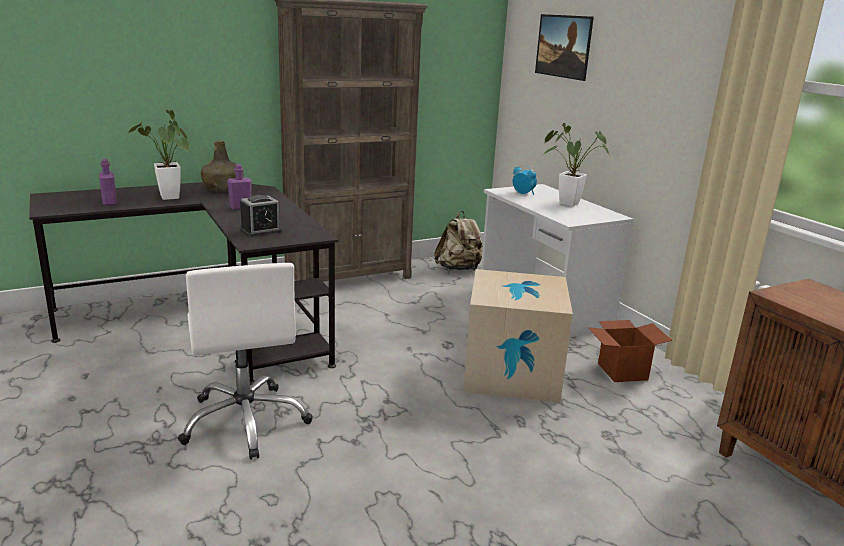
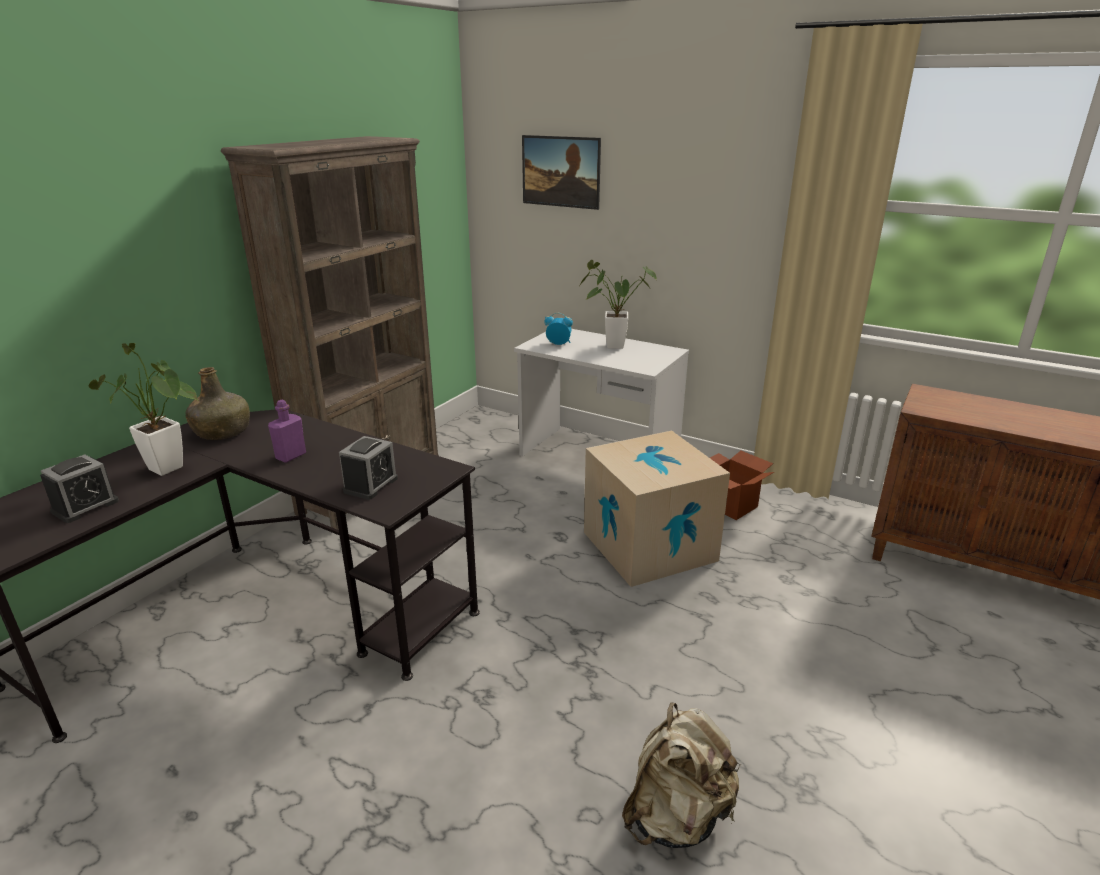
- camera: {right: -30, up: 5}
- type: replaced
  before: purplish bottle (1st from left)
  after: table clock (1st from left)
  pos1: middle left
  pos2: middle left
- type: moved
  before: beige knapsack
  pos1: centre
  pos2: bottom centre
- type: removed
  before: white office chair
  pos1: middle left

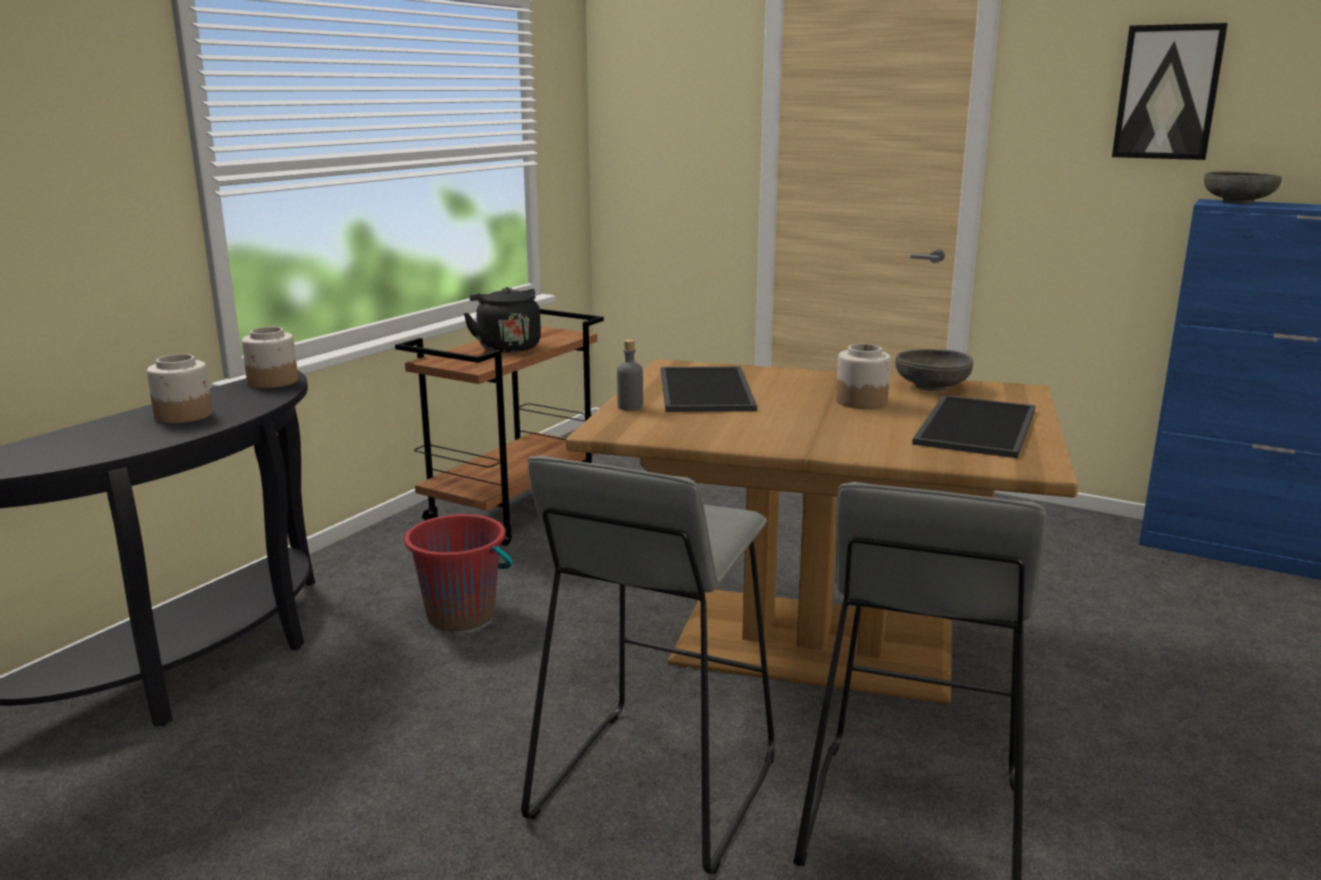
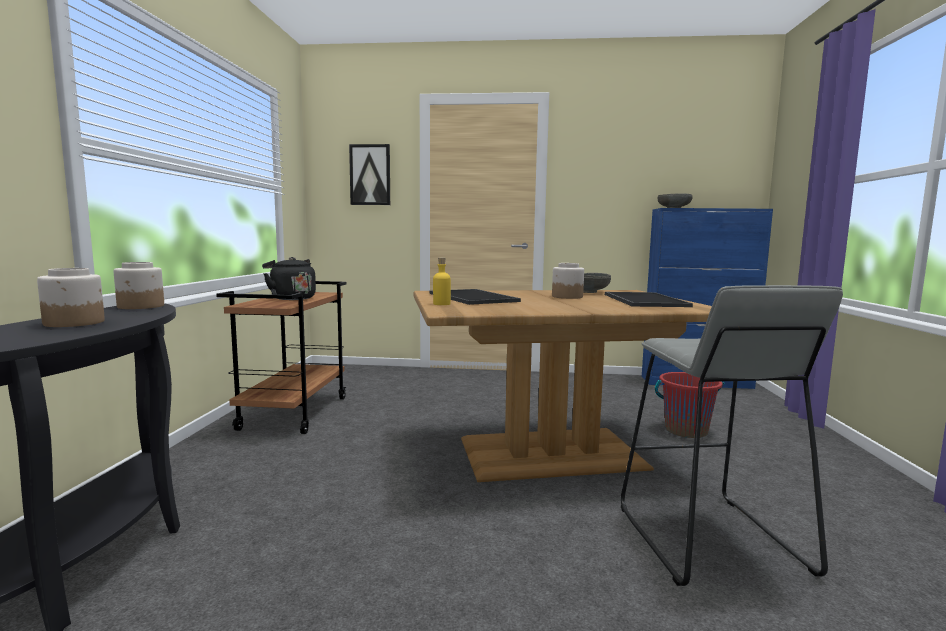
- camera: {right: -25, up: -10}
- type: moved
  before: wall art
  pos1: top right
  pos2: top centre
- type: recoloured
  before: greyish bottle
  after: yellowish bottle
  pos1: centre
  pos2: centre
- type: removed
  before: greyish stool (1st from left)
  pos1: bottom centre
- type: moved
  before: red water bucket
  pos1: centre
  pos2: middle right

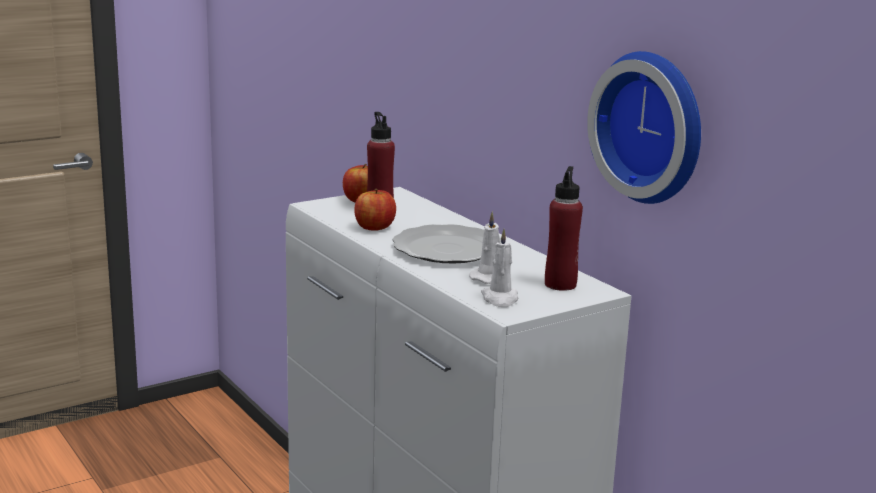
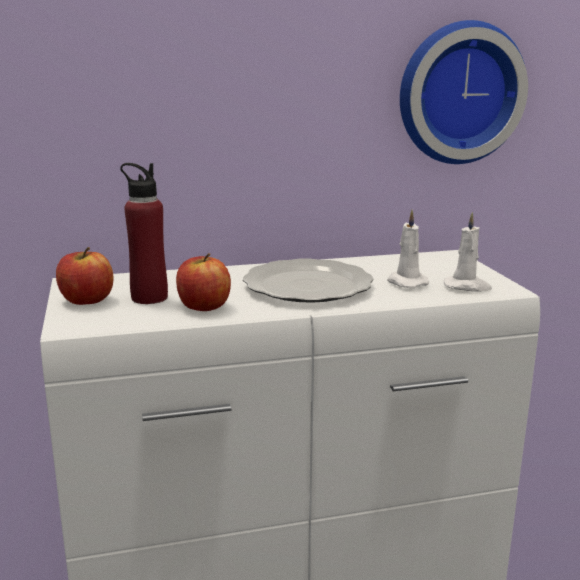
- camera: {right: -70, up: 0}
- type: removed
  before: red bottle (2nd from left)
  pos1: centre

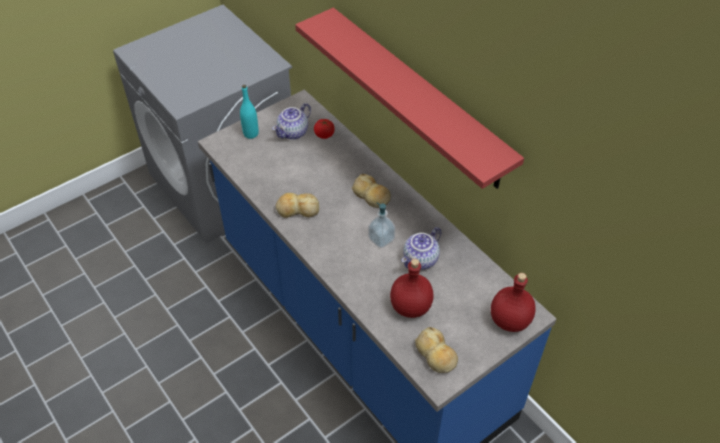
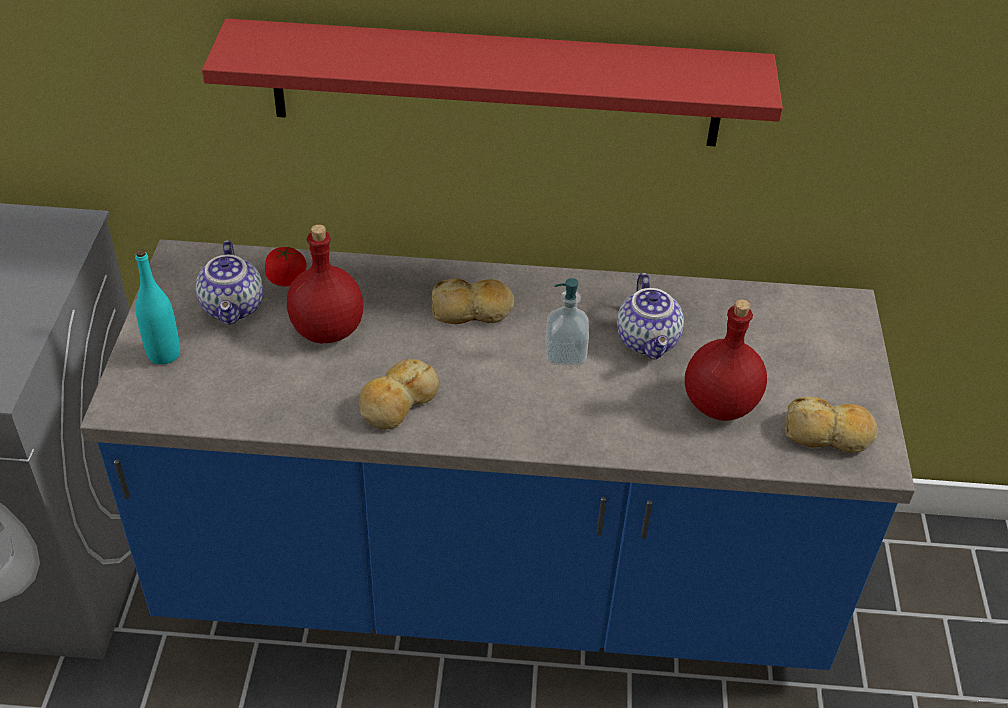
- camera: {right: -50, up: -5}
- type: moved
  before: red bottle (2nd from left in the first image)
  after: red bottle (1st from left)
  pos1: bottom right
  pos2: middle left

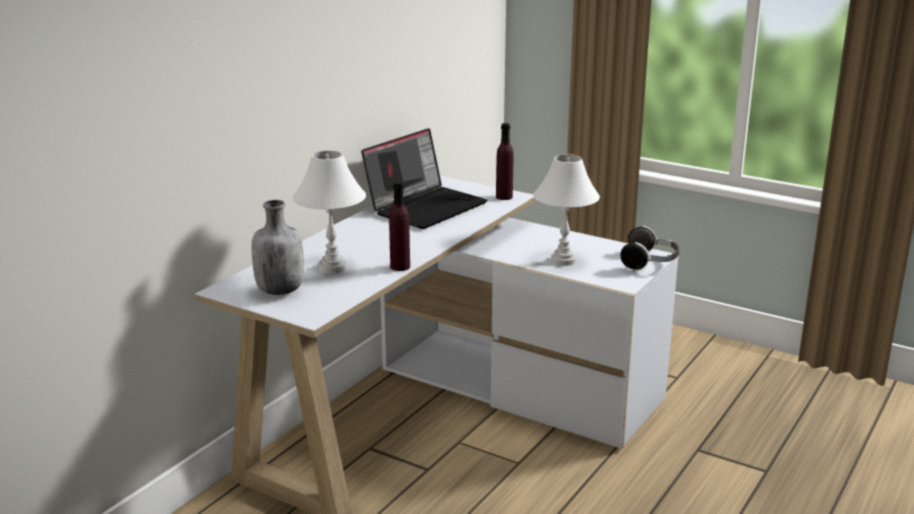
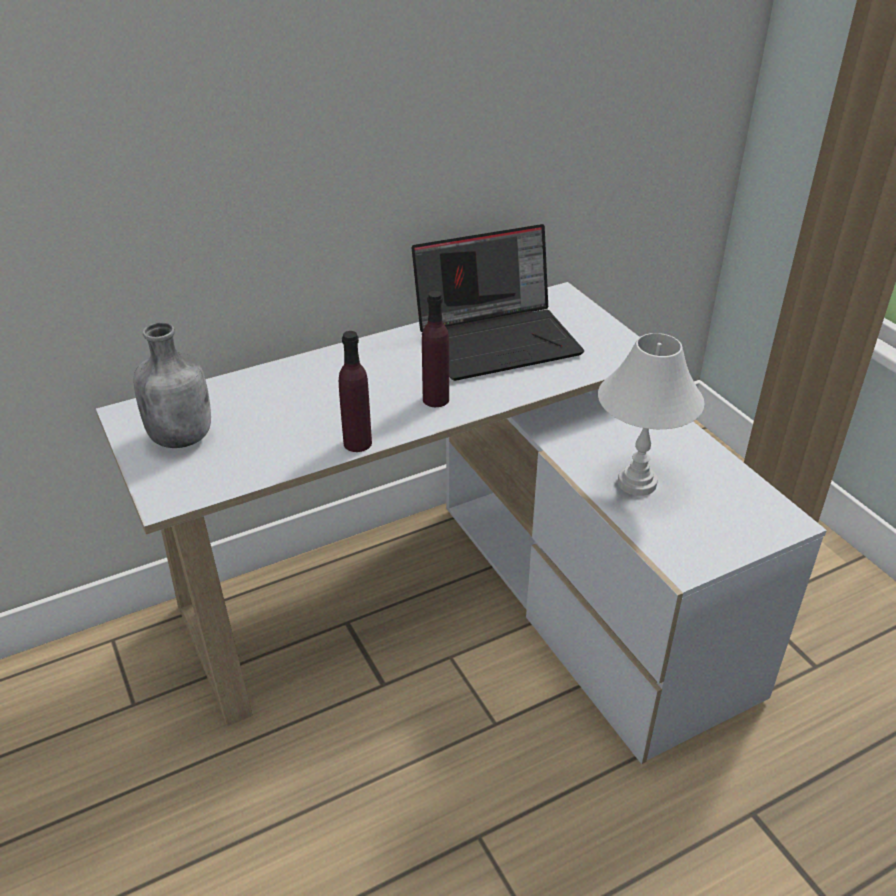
- camera: {right: 30, up: 15}
- type: moved
  before: purplish bottle (2nd from left)
  pos1: top centre
  pos2: centre
- type: removed
  before: white tabletop lamp (1st from left)
  pos1: centre
- type: removed
  before: pair of headphones
  pos1: middle right

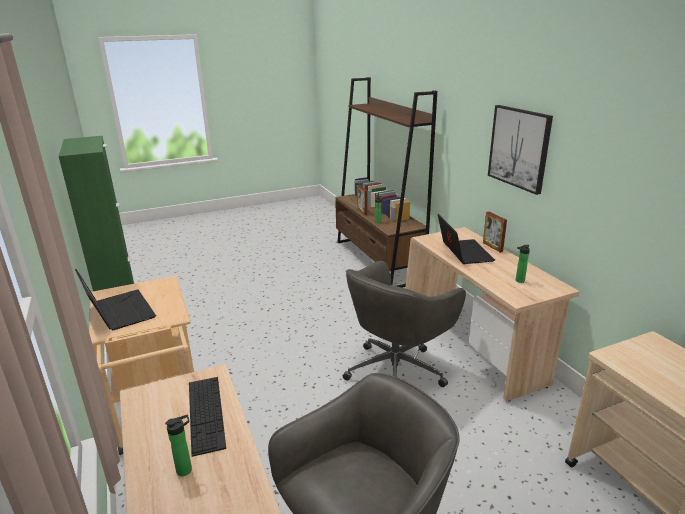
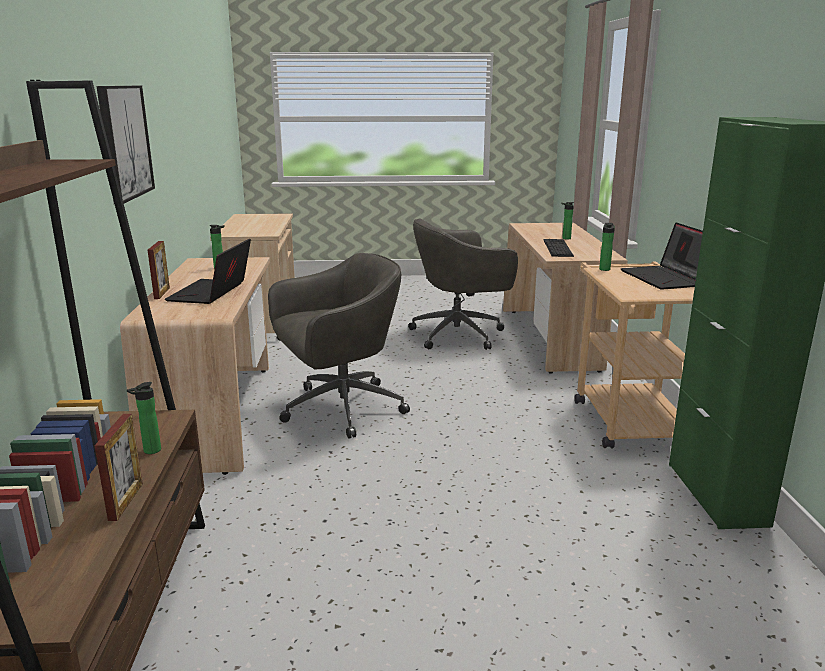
- camera: {right: -160, up: -5}
- type: added
  after: bottle (4th from left)
  pos2: middle right

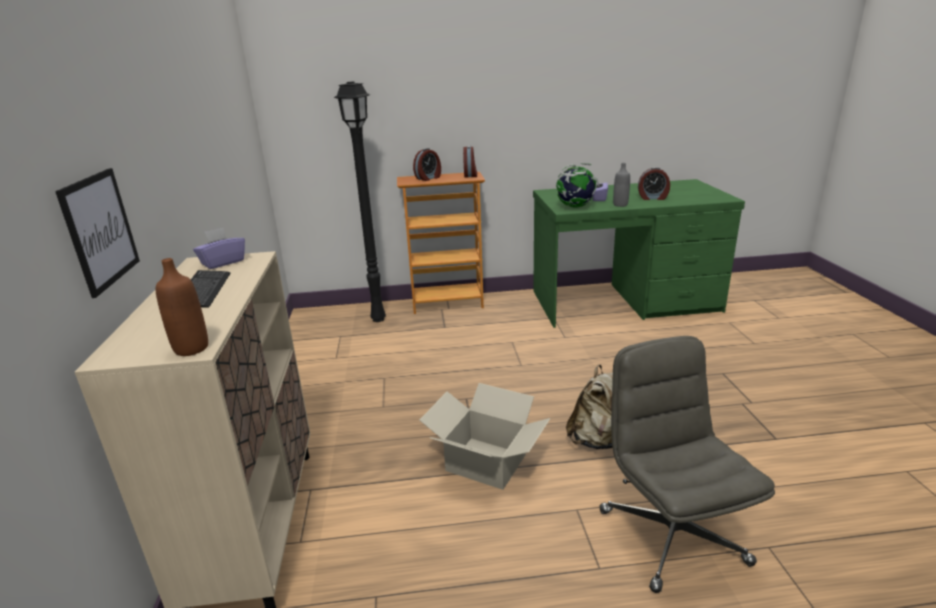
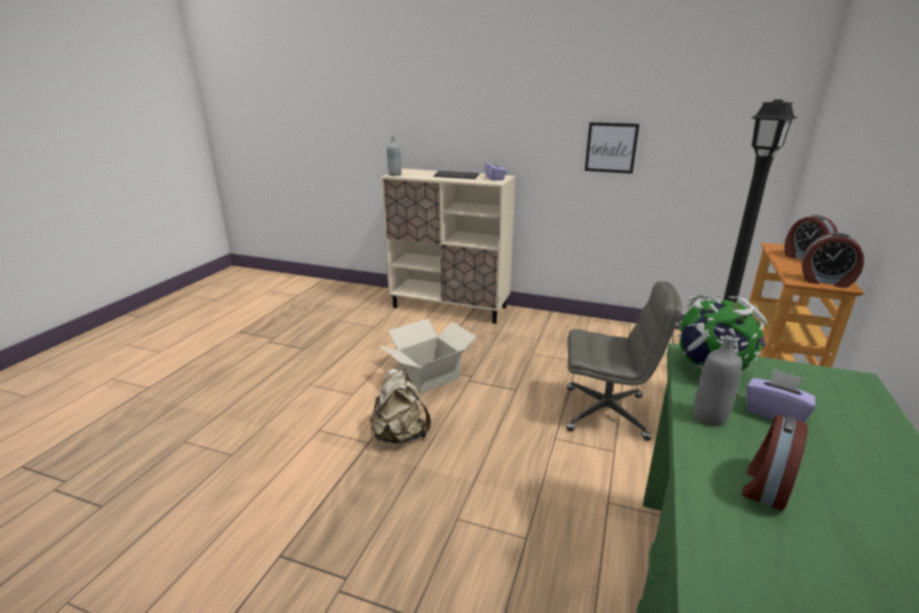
- camera: {right: 115, up: 0}
- type: moved
  before: wall art
  pos1: middle left
  pos2: top centre
- type: recoloured
  before: brown-coloured bottle
  after: greyish bottle (1st from left)
  pos1: middle left
  pos2: top centre
- type: moved
  before: greyish office chair
  pos1: bottom right
  pos2: middle right

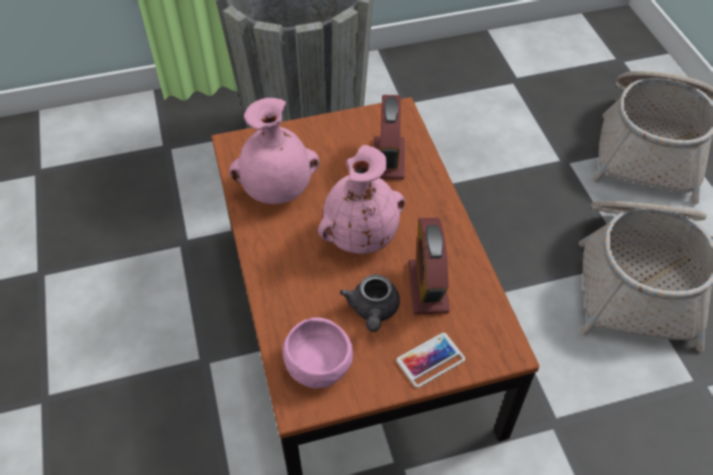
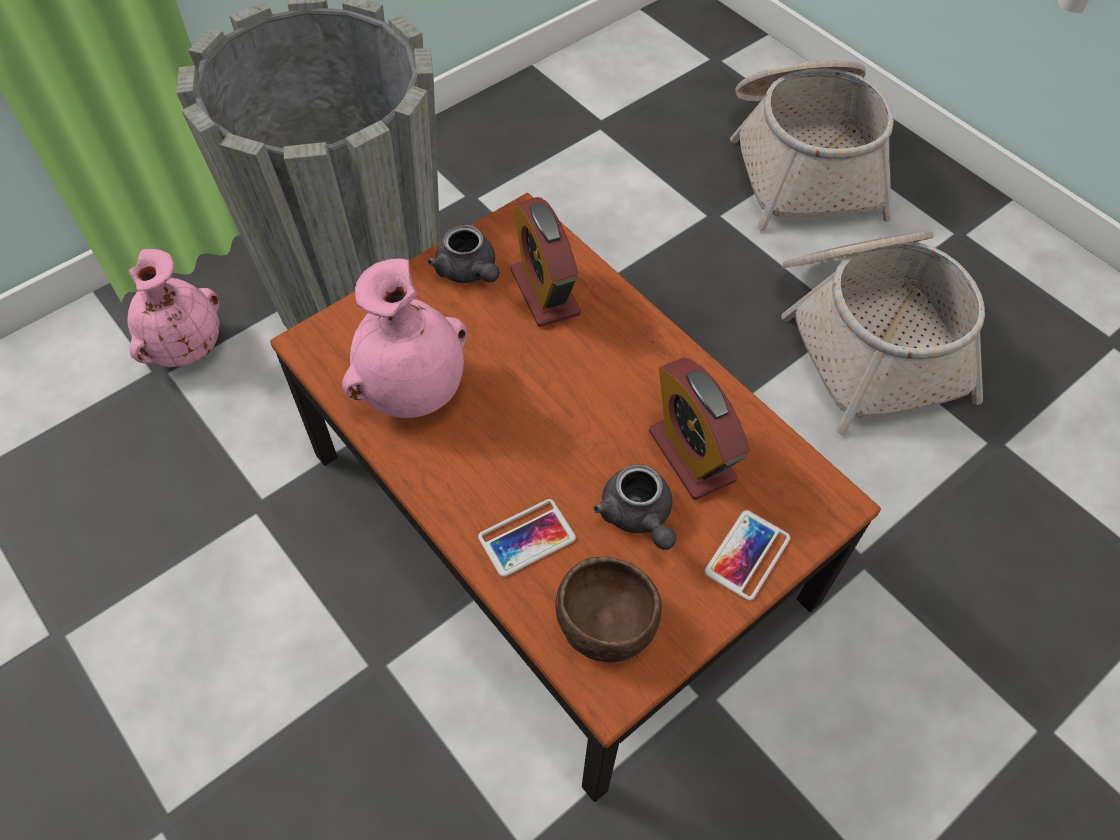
- camera: {right: -25, up: 5}
- type: moved
  before: pinkish decorative vase (2nd from left in the first image)
  after: pinkish decorative vase (1st from left)
  pos1: centre
  pos2: middle left
- type: recoloured
  before: pinkish bowl
  after: brown-coloured bowl
  pos1: bottom centre
  pos2: bottom centre
- type: added
  after: greyish pot for tea (1st from left)
  pos2: top centre
- type: added
  after: handset (1st from left)
  pos2: centre

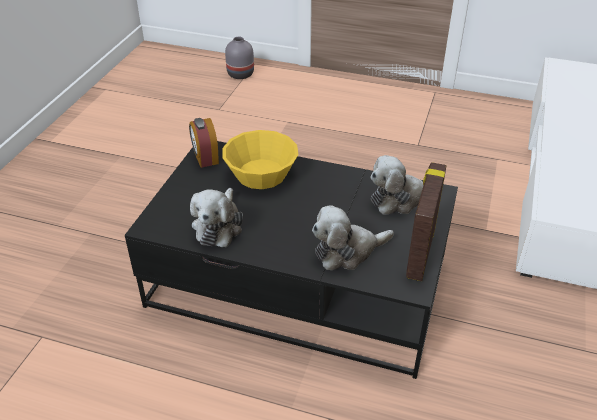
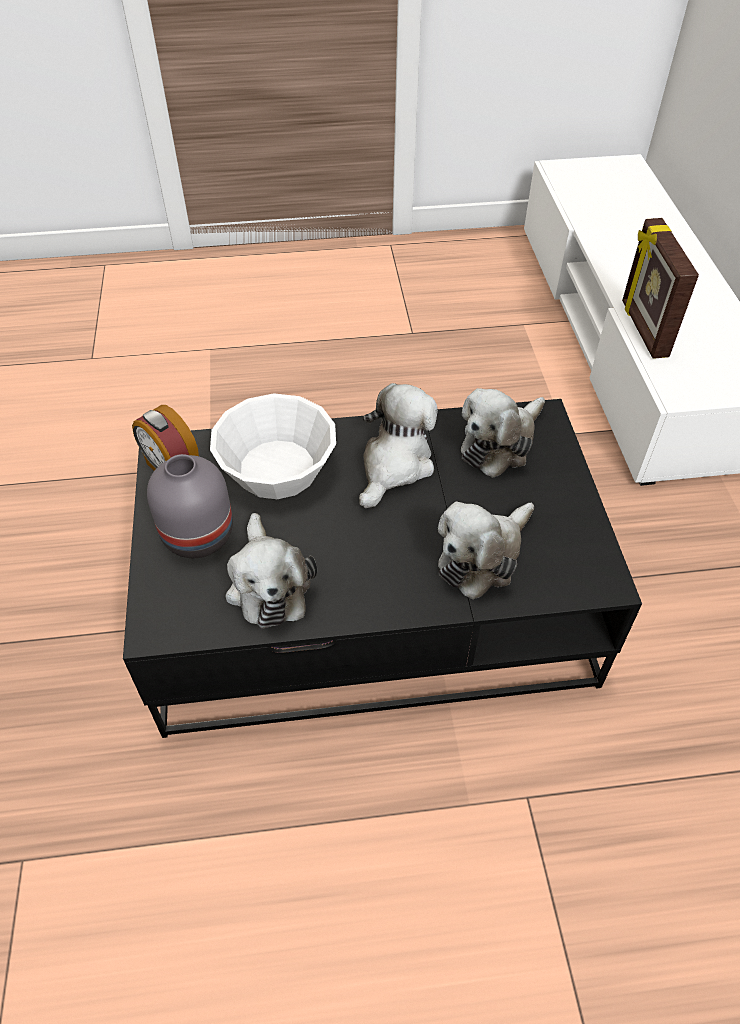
- camera: {right: -25, up: 10}
- type: moved
  before: greyish decorative vase
  pos1: top centre
  pos2: middle left
- type: recoloured
  before: yellowish bowl
  after: white bowl
  pos1: centre
  pos2: centre
- type: moved
  before: photo frame
  pos1: middle right
  pos2: top right
- type: added
  after: plush toy (2nd from left)
  pos2: centre

